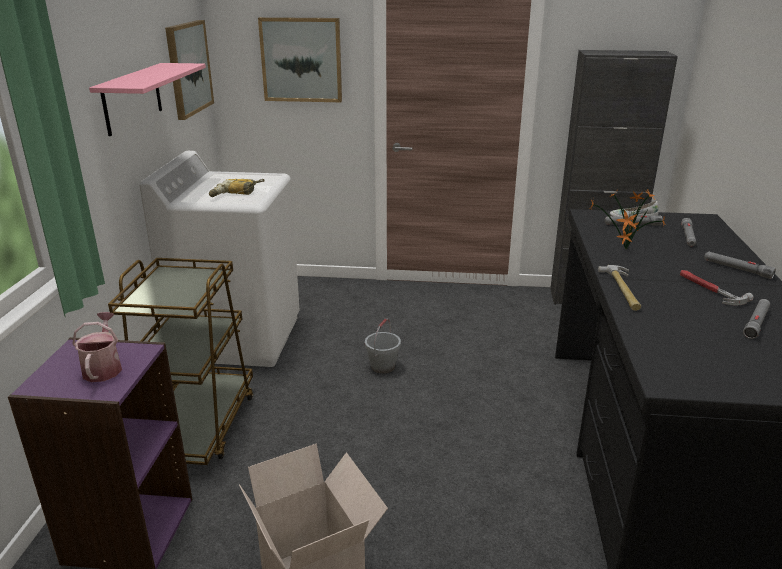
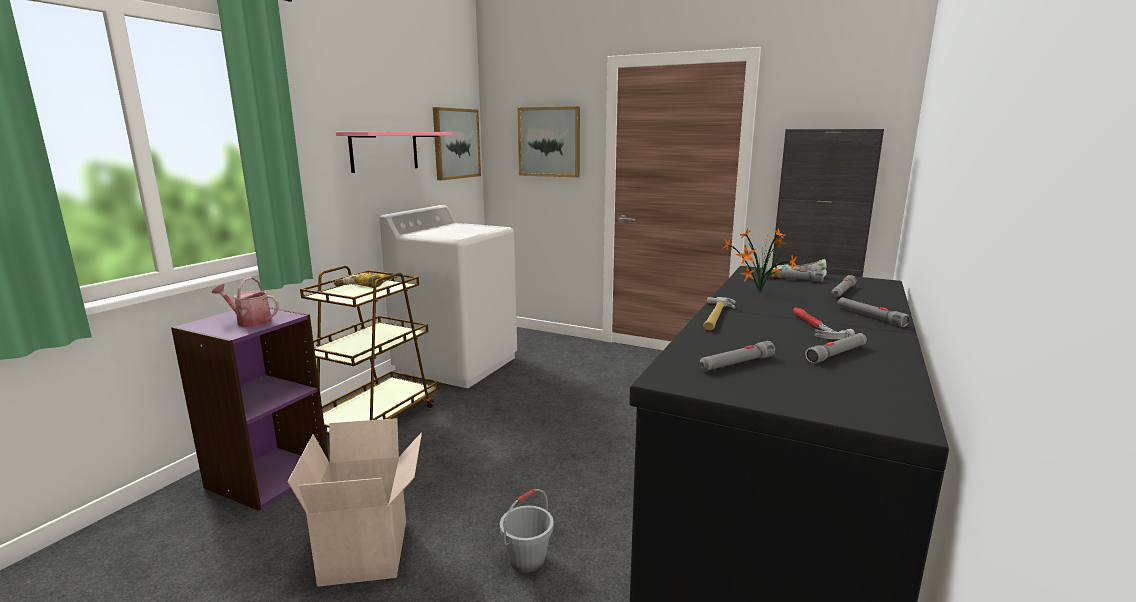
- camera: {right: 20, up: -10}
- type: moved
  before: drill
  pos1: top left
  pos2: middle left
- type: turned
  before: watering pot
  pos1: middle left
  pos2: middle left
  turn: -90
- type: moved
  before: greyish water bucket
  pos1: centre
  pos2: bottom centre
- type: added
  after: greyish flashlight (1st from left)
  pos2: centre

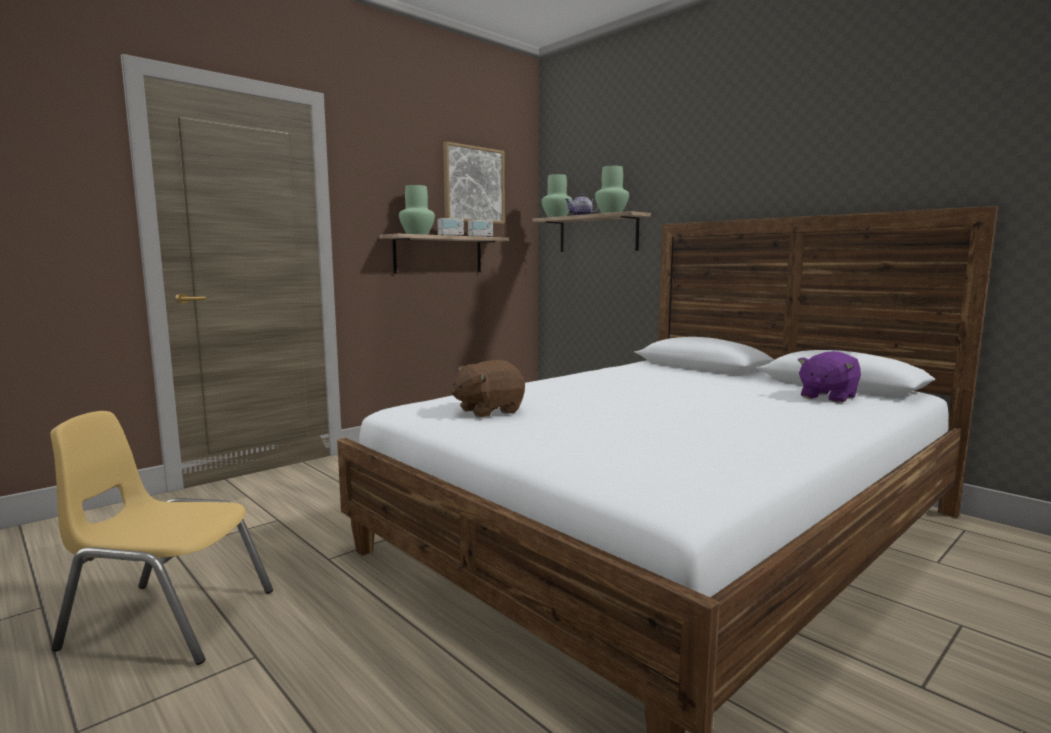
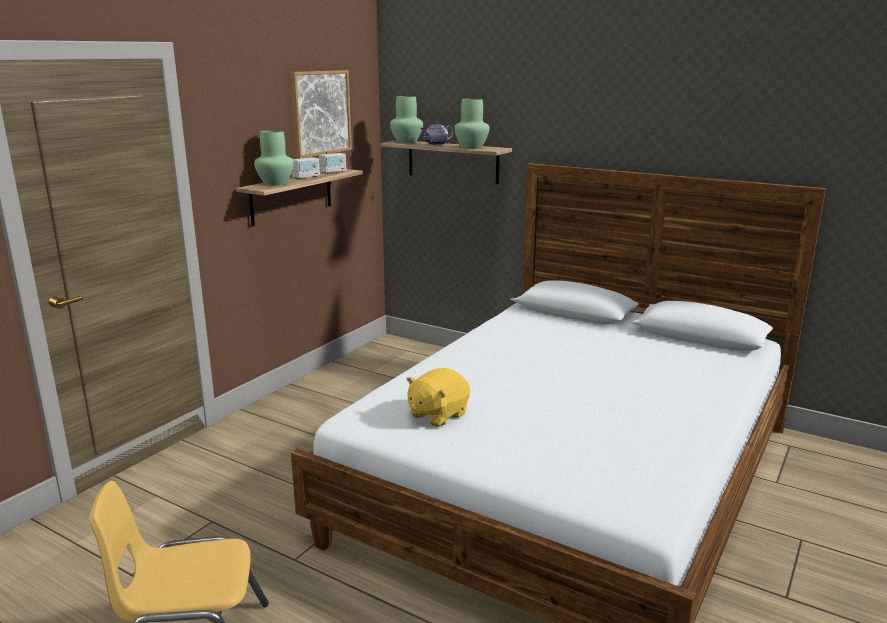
- camera: {right: -15, up: 10}
- type: removed
  before: purplish plush toy
  pos1: middle right
- type: recoloured
  before: brown-coloured plush toy
  after: yellowish plush toy
  pos1: centre
  pos2: centre

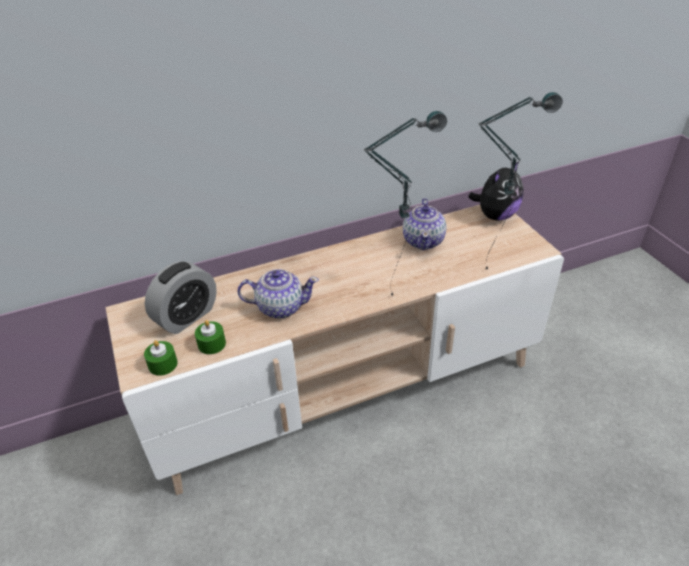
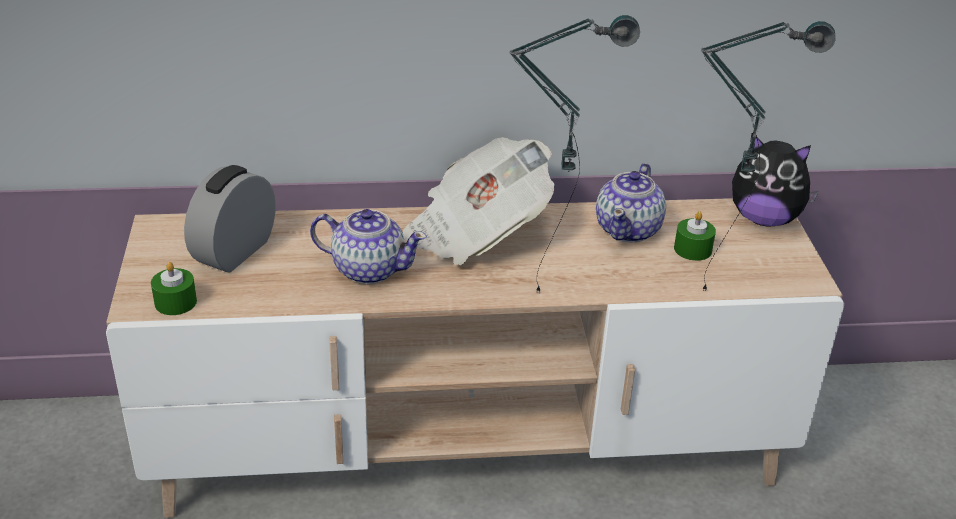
- camera: {right: 15, up: -5}
- type: turned
  before: plush toy
  pos1: middle right
  pos2: middle right
  turn: 45
- type: turned
  before: table clock
  pos1: middle left
  pos2: middle left
  turn: 150
- type: moved
  before: green-coloured wax light (2nd from left)
  pos1: middle left
  pos2: middle right
- type: added
  after: printed paper
  pos2: centre

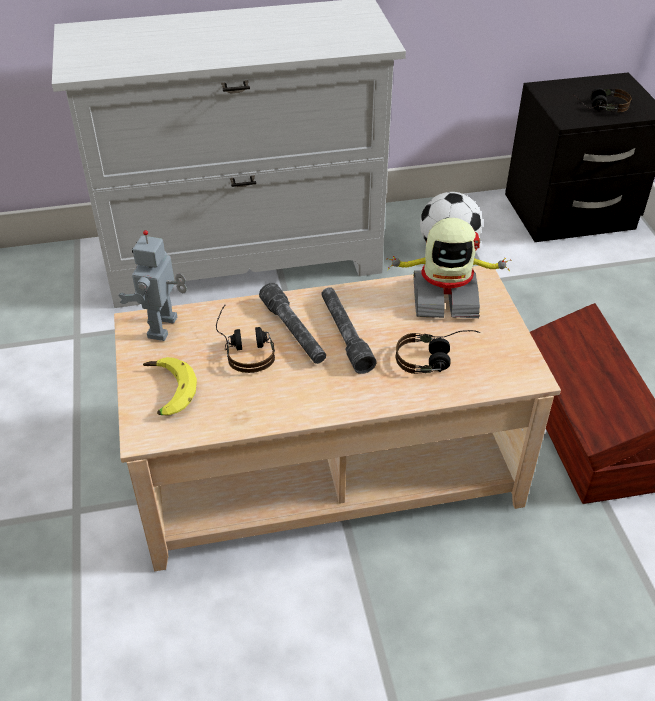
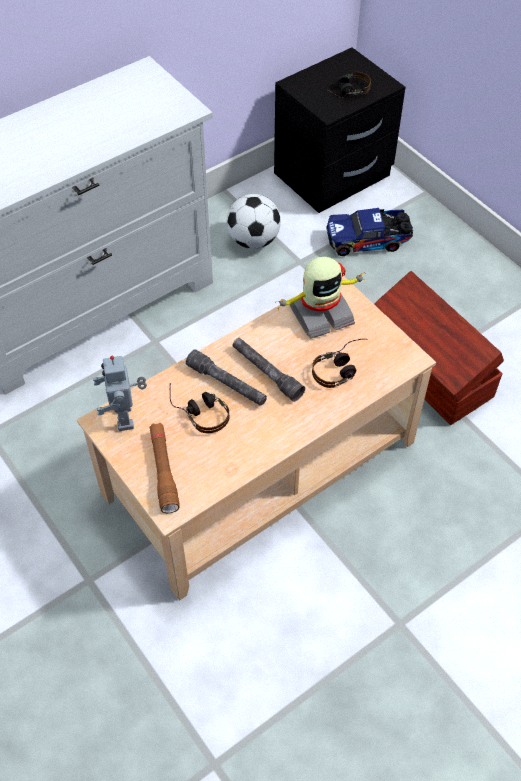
- camera: {right: -25, up: 10}
- type: replaced
  before: whole banana
  after: brown-coloured flashlight
  pos1: middle left
  pos2: middle left
- type: added
  after: toy lorry
  pos2: top right

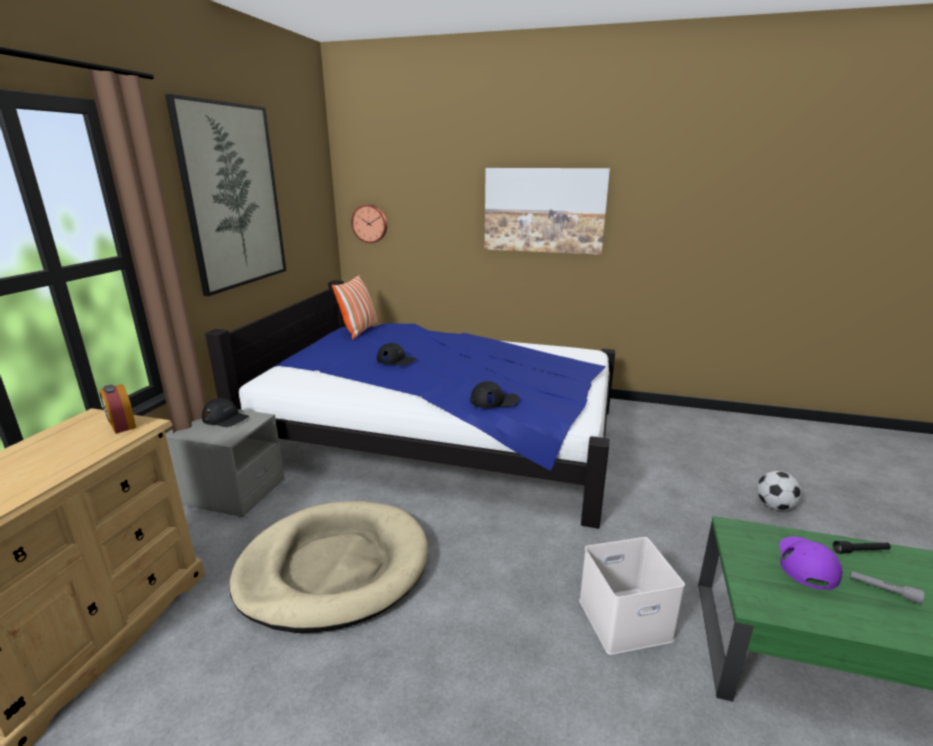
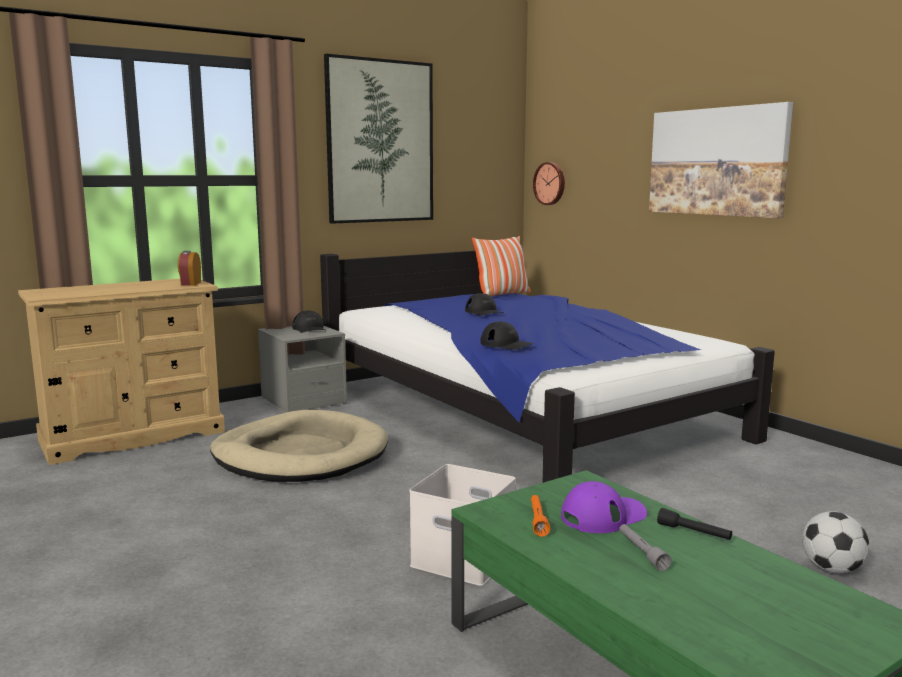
- camera: {right: 40, up: -10}
- type: added
  after: orange-coloured flashlight
  pos2: bottom centre

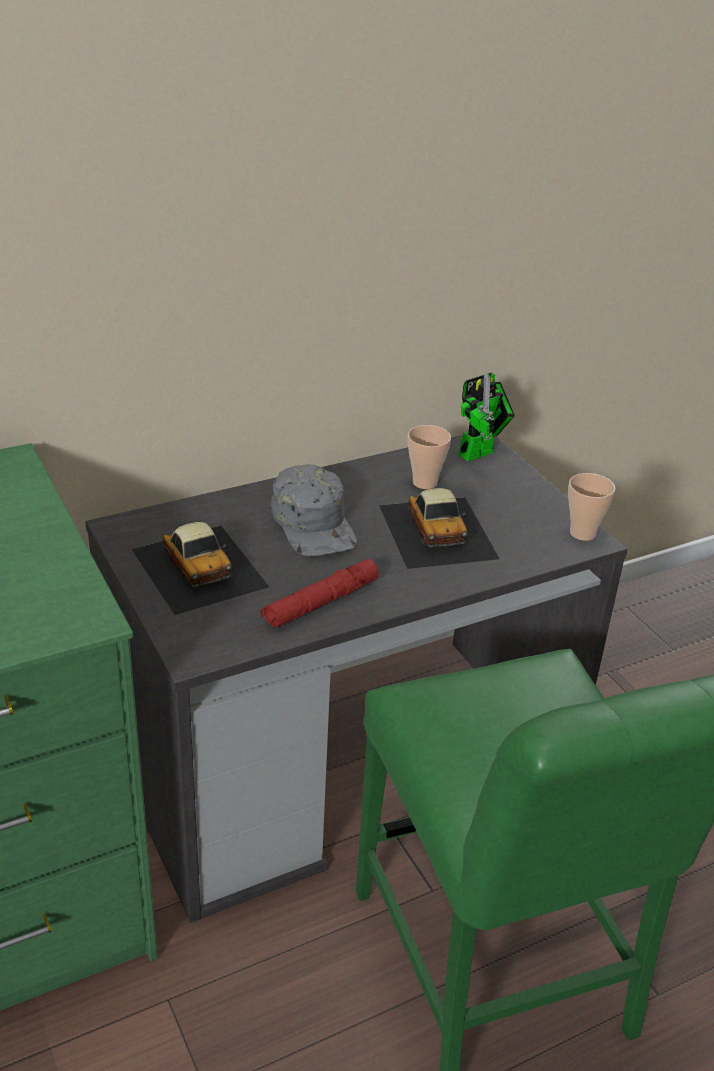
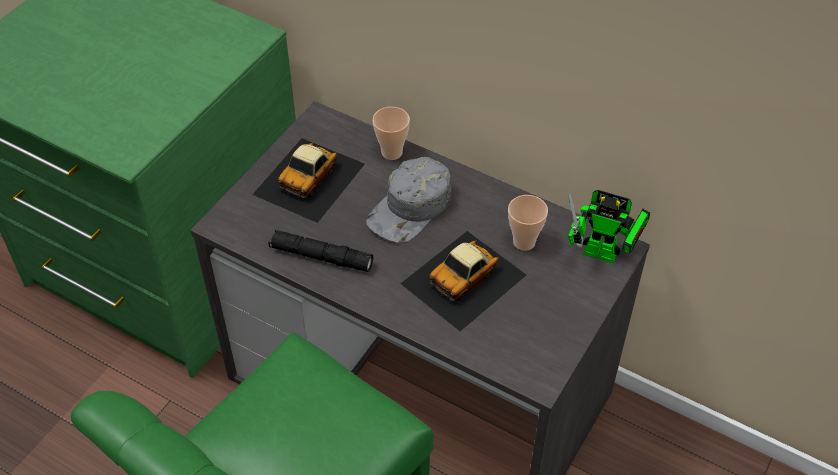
- camera: {right: 60, up: 15}
- type: moved
  before: small cup (2nd from left in the first image)
  after: small cup (1st from left)
  pos1: middle right
  pos2: top centre
- type: recoloured
  before: red flashlight
  after: black-coloured flashlight
  pos1: centre
  pos2: centre

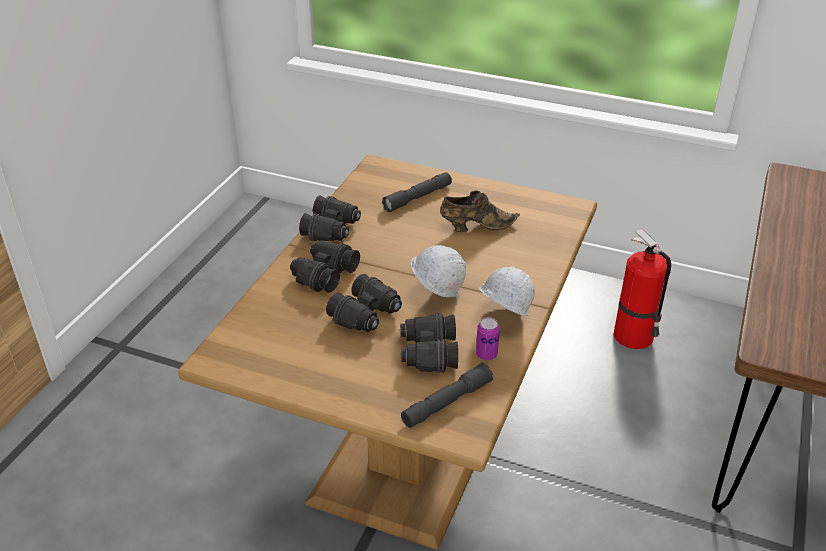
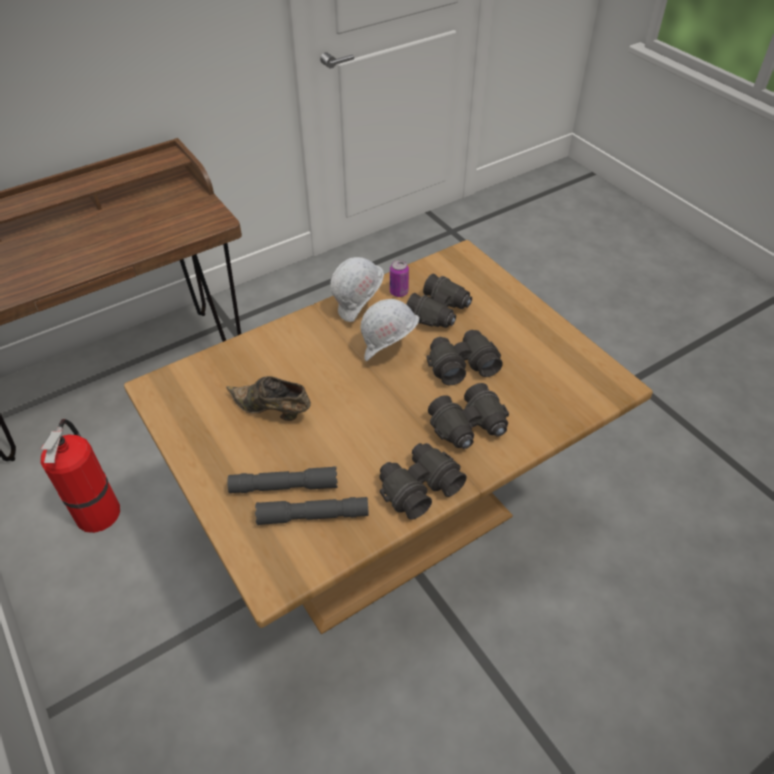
- camera: {right: -145, up: 10}
- type: moved
  before: greyish flashlight (2nd from left)
  pos1: bottom centre
  pos2: centre

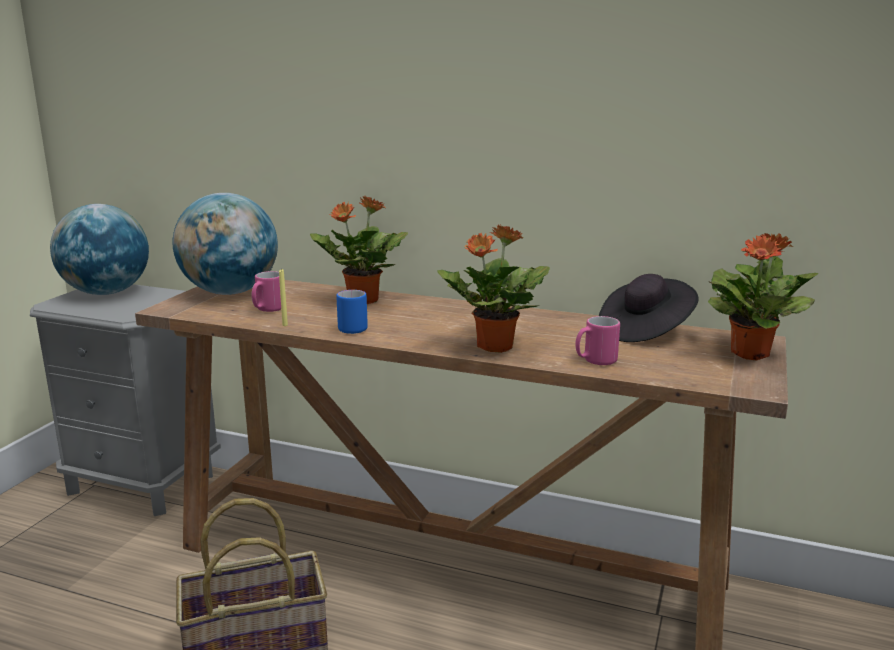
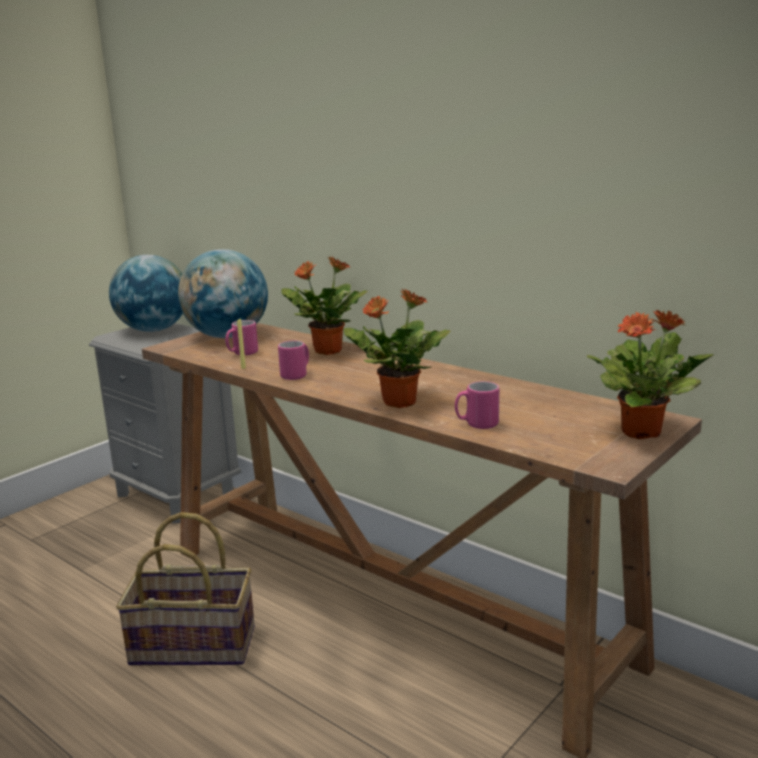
- camera: {right: 20, up: 0}
- type: removed
  before: black-coloured hat
  pos1: middle right
- type: recoloured
  before: bluish mug
  after: pinkish mug (2nd from left)
  pos1: centre
  pos2: centre

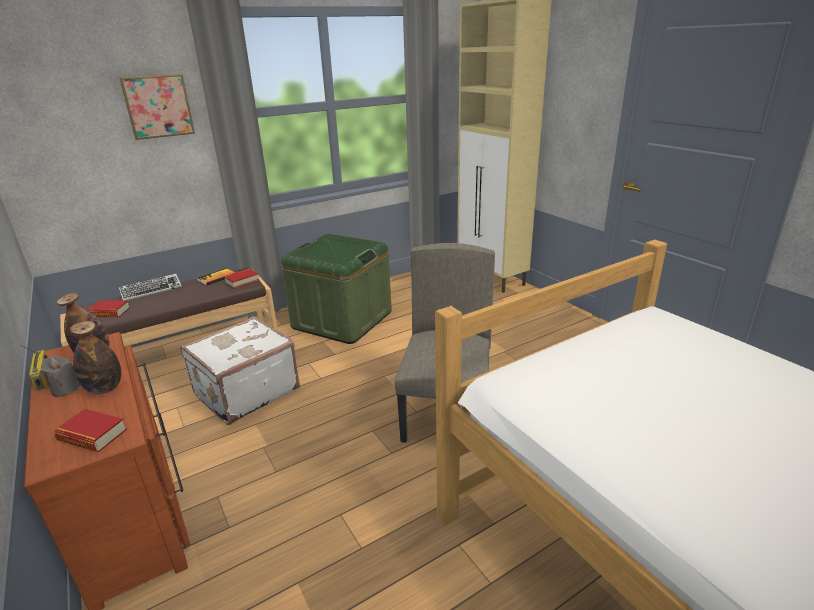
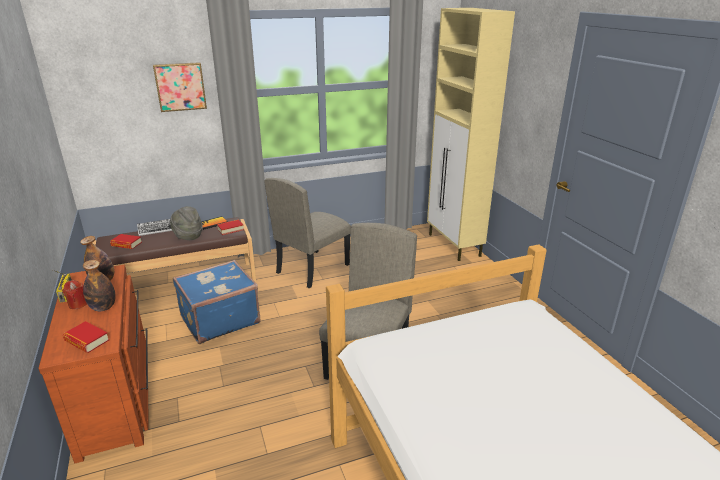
- camera: {right: 10, up: 0}
- type: replaced
  before: green-coloured storage bin
  after: beige chair (1st from left)
  pos1: centre
  pos2: centre
- type: recoloured
  before: white suitcase
  after: bluish suitcase
  pos1: middle left
  pos2: middle left
- type: recoloured
  before: greyish wax light
  after: red wax light
  pos1: middle left
  pos2: middle left
- type: added
  after: greyish hat
  pos2: middle left

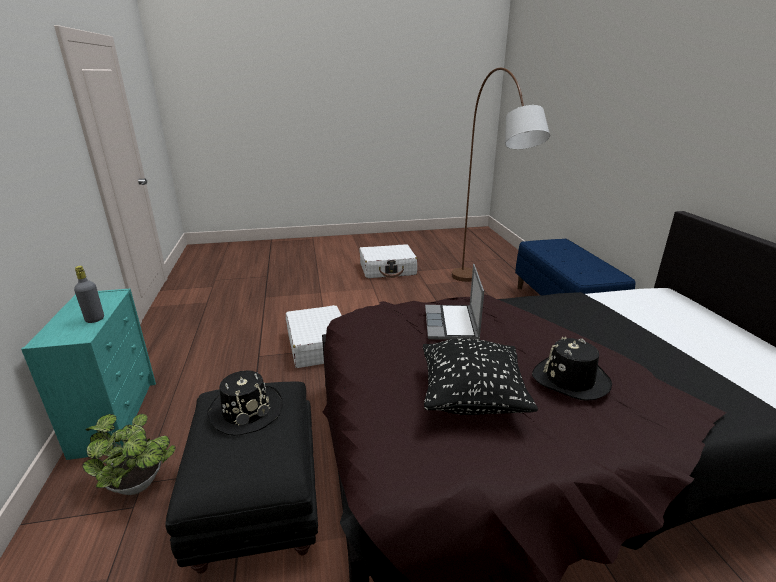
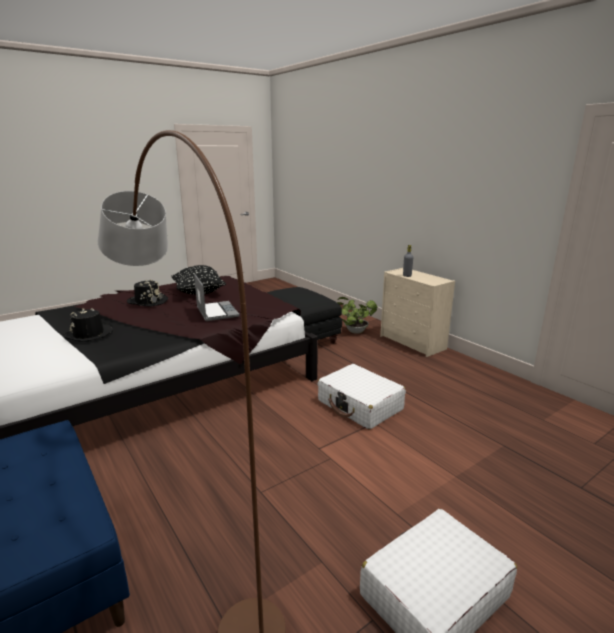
- camera: {right: 155, up: -5}
- type: recoloured
  before: turquoise dresser
  after: beige dresser
  pos1: middle left
  pos2: middle right
- type: moved
  before: black-coloured hat (1st from left)
  pos1: bottom left
  pos2: middle left

